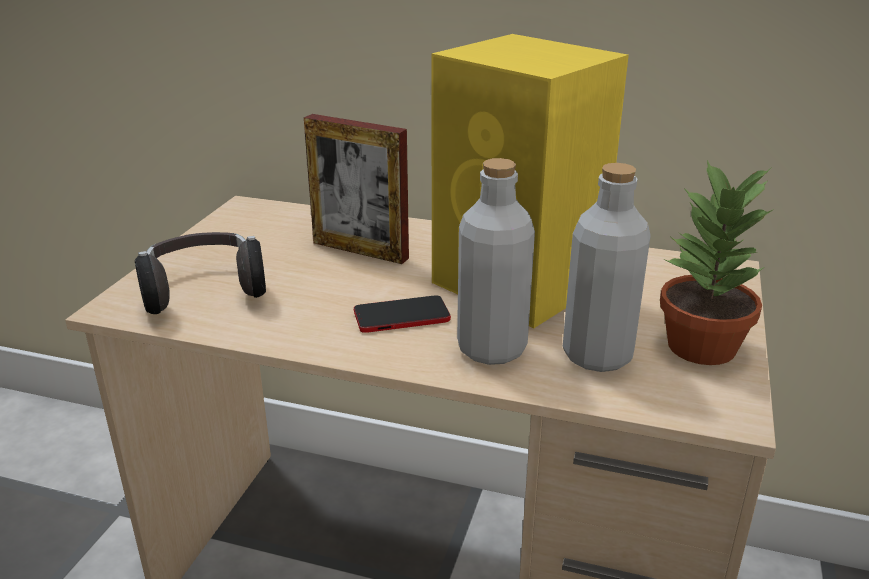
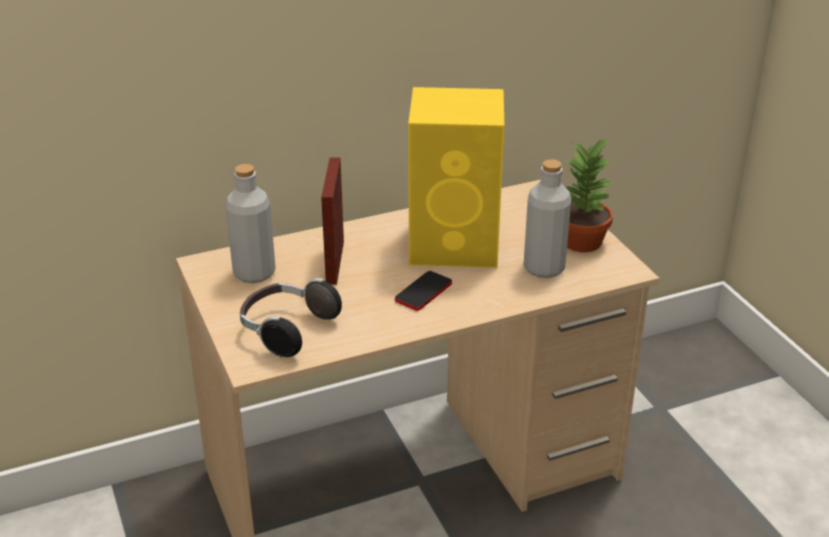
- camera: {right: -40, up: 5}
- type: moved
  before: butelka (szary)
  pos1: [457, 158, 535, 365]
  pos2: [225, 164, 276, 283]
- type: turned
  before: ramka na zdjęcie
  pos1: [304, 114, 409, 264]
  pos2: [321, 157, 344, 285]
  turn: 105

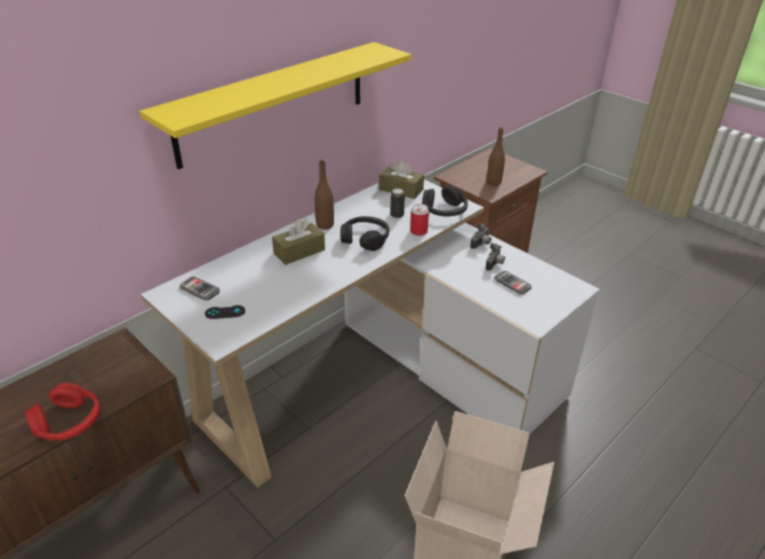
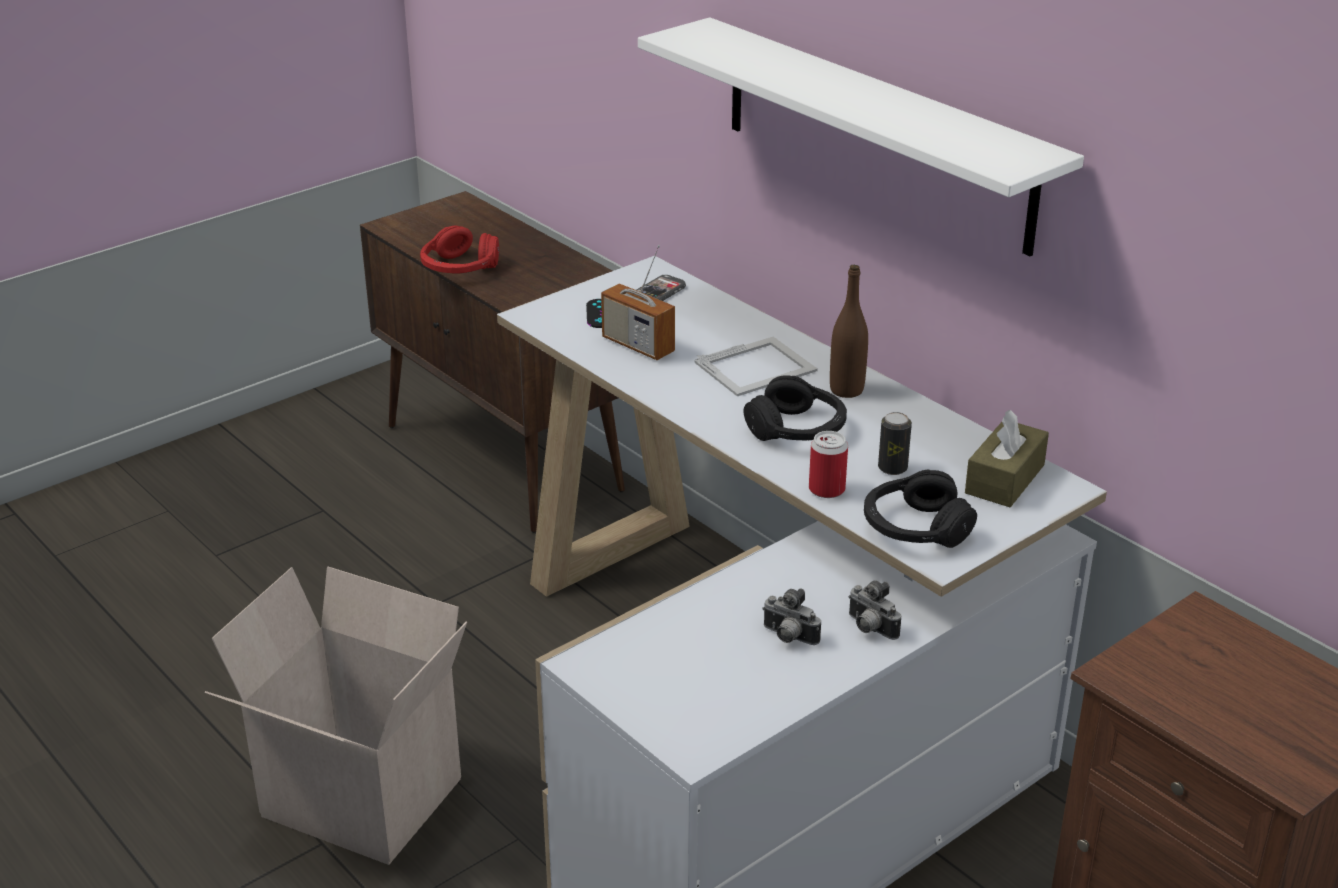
- camera: {right: 95, up: -5}
- type: removed
  before: butelka (brązowy)
  pos1: [487, 127, 505, 186]
- type: removed
  before: telefon
  pos1: [494, 271, 532, 295]
- type: added
  after: radio
  pos2: [601, 245, 675, 360]
- type: replaced
  before: pudełko chusteczek (brązowy)
  after: ramka na zdjęcie
  pos1: [272, 219, 325, 265]
  pos2: [694, 337, 818, 396]
- type: recoloured
  before: półka (żółty)
  after: półka (biały)
  pos1: [139, 42, 411, 169]
  pos2: [638, 17, 1084, 256]

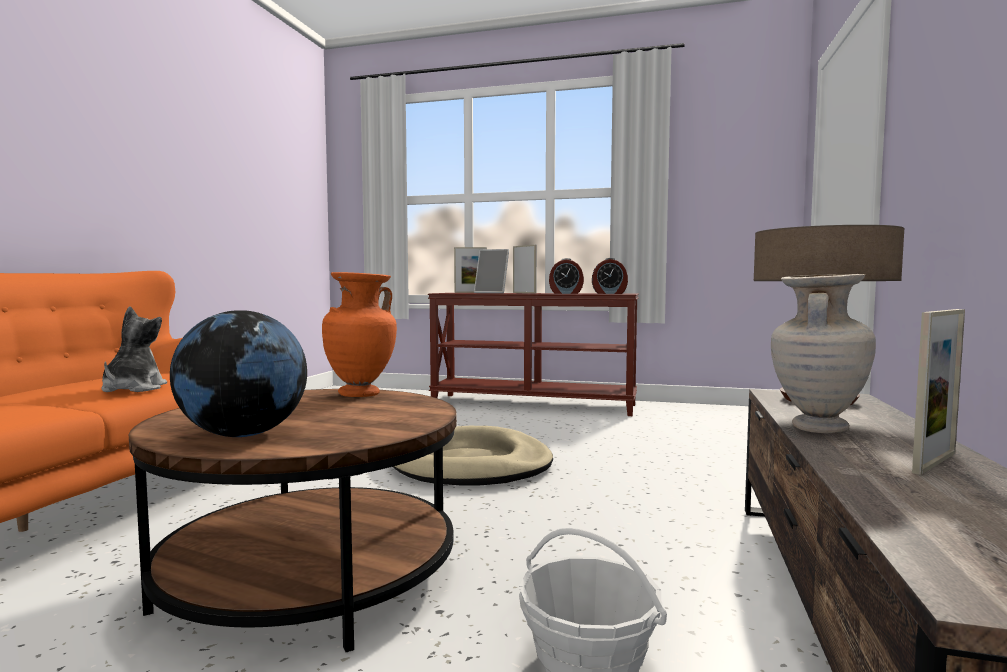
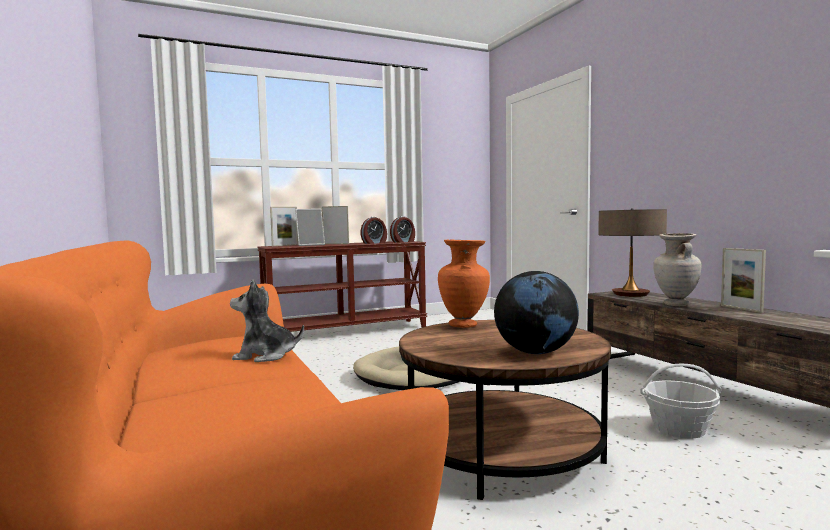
- camera: {right: -40, up: 0}
- type: turned
  before: pluszak
  pos1: [102, 306, 167, 392]
  pos2: [230, 279, 304, 362]
  turn: -45
- type: turned
  before: ramka na zdjęcie
  pos1: [912, 309, 965, 475]
  pos2: [721, 248, 766, 313]
  turn: 150

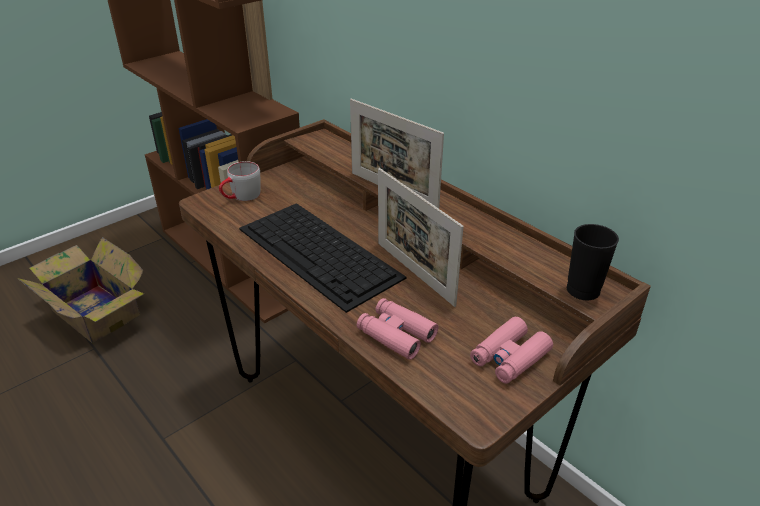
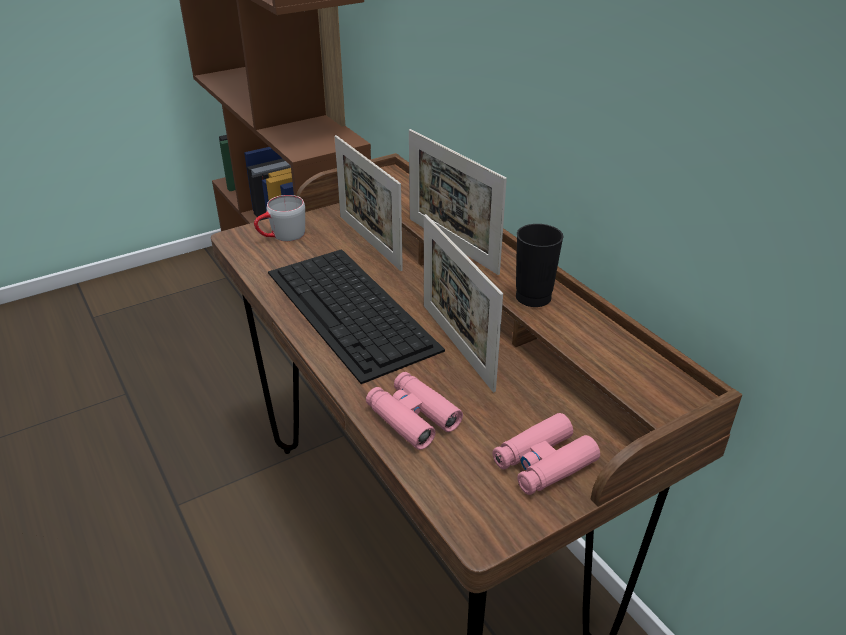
- camera: {right: 10, up: 0}
- type: removed
  before: karton
  pos1: [17, 237, 144, 344]
- type: added
  after: ramka na zdjęcie
  pos2: [335, 135, 403, 271]
- type: moved
  before: filiżanka (czarny)
  pos1: [567, 224, 619, 300]
  pos2: [516, 224, 563, 307]

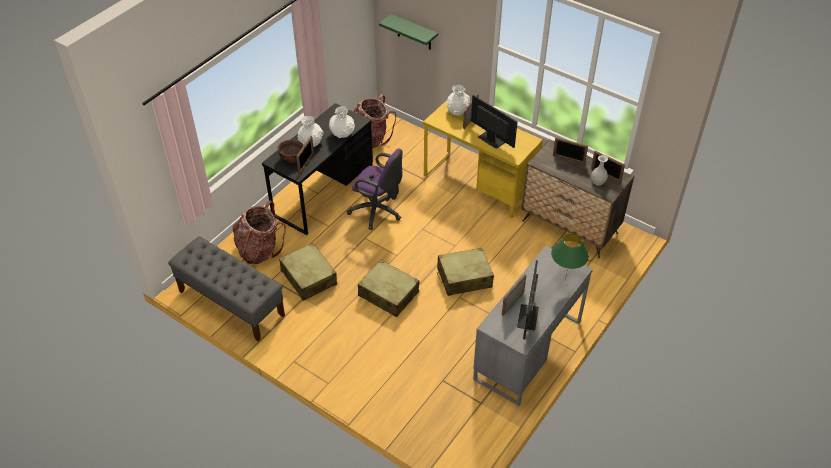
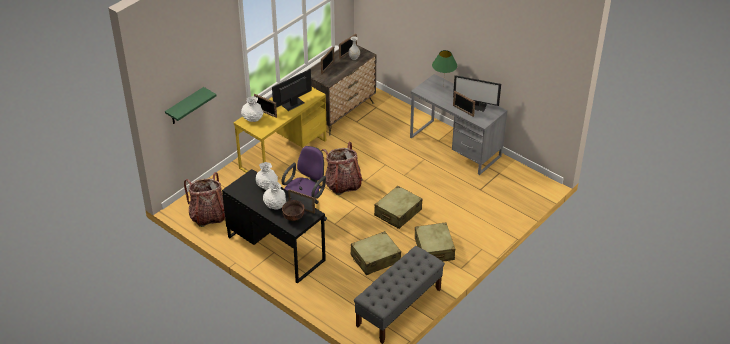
- camera: {right: -85, up: -5}
- type: moved
  before: plecak
  pos1: [232, 200, 286, 264]
  pos2: [321, 142, 363, 195]
- type: moved
  before: walizka (beżowy)
  pos1: [437, 248, 494, 296]
  pos2: [415, 222, 455, 262]

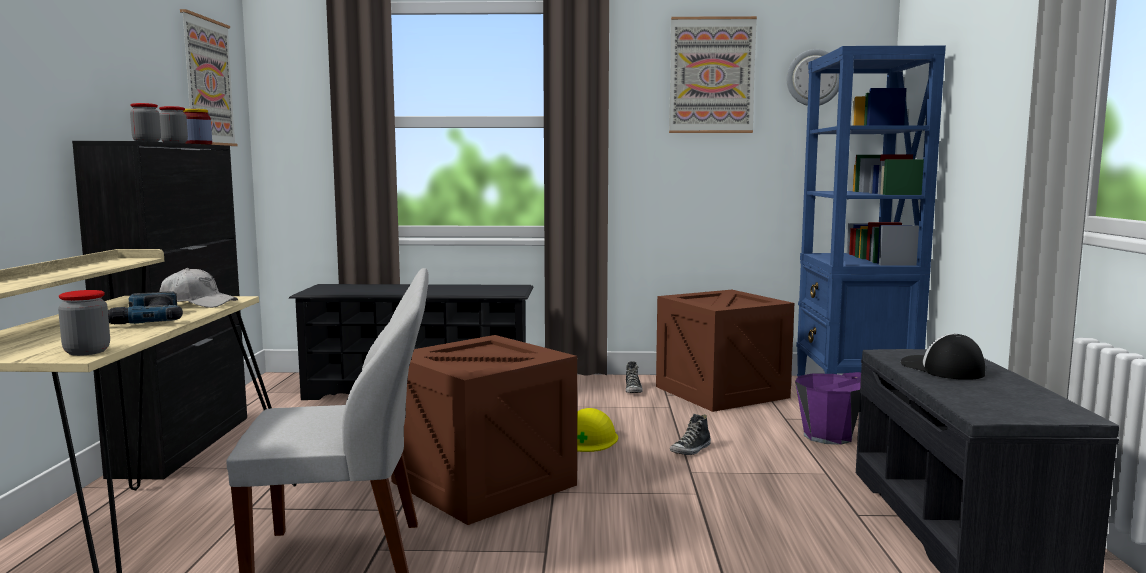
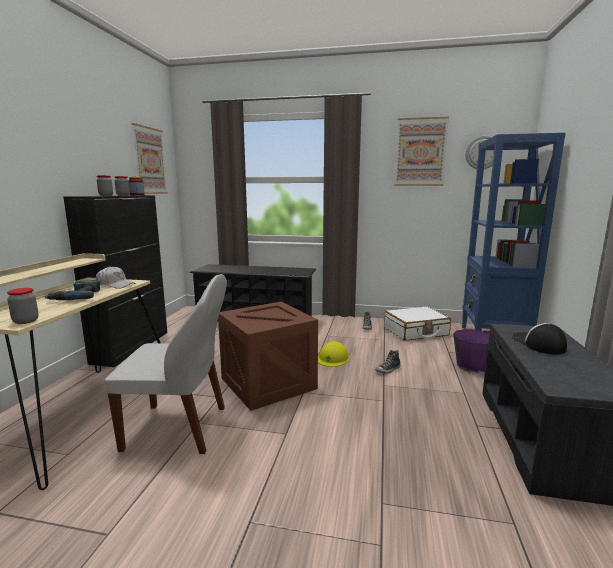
- camera: {right: 10, up: 5}
- type: replaced
  before: skrzynka
  after: walizka (biały)
  pos1: [656, 290, 794, 412]
  pos2: [384, 307, 451, 341]

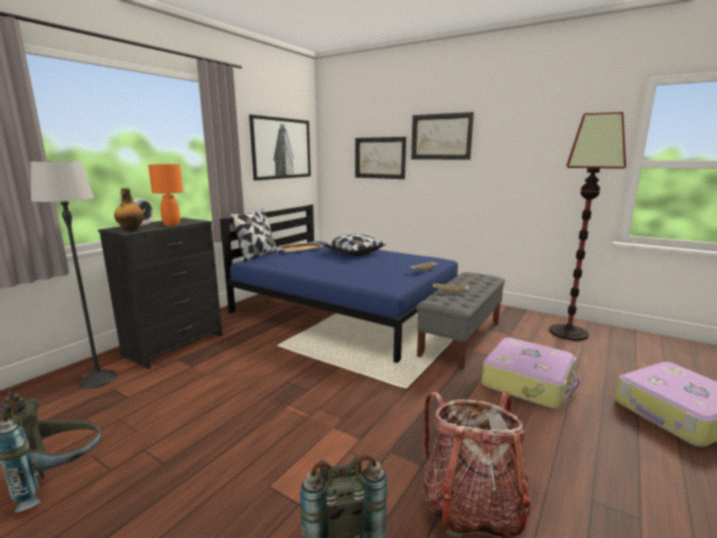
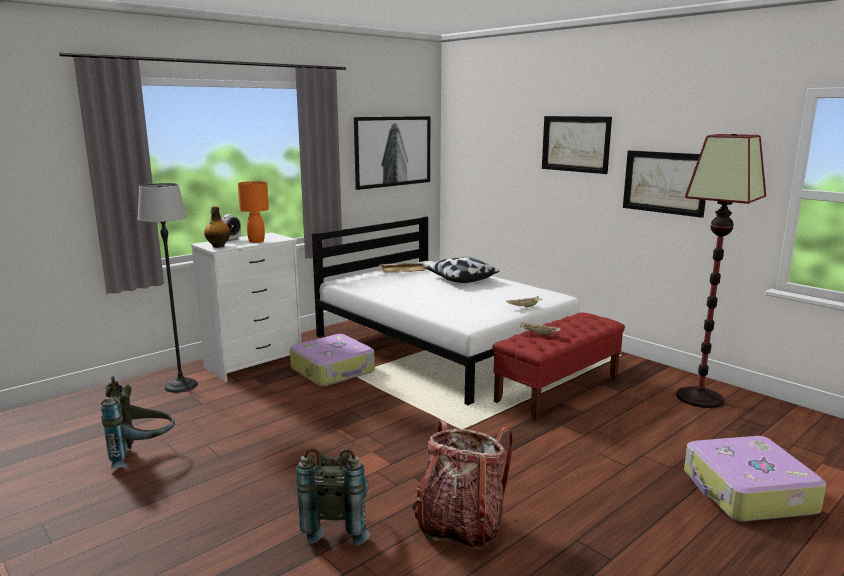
- camera: {right: 15, up: 0}
- type: removed
  before: poduszka
  pos1: [229, 209, 278, 262]
- type: moved
  before: obraz
  pos1: [355, 137, 406, 179]
  pos2: [623, 150, 706, 218]
- type: moved
  before: walizka
  pos1: [482, 338, 580, 409]
  pos2: [290, 334, 375, 387]
- type: recoloured
  before: komoda (czarny)
  after: komoda (biały)
  pos1: [98, 218, 223, 369]
  pos2: [191, 233, 301, 382]
- type: recoloured
  before: łóżko (niebieski)
  after: łóżko (biały)
  pos1: [220, 204, 458, 363]
  pos2: [312, 217, 580, 405]
- type: recoloured
  before: ławka (szary)
  after: ławka (czerwony)
  pos1: [416, 272, 505, 370]
  pos2: [492, 313, 625, 420]

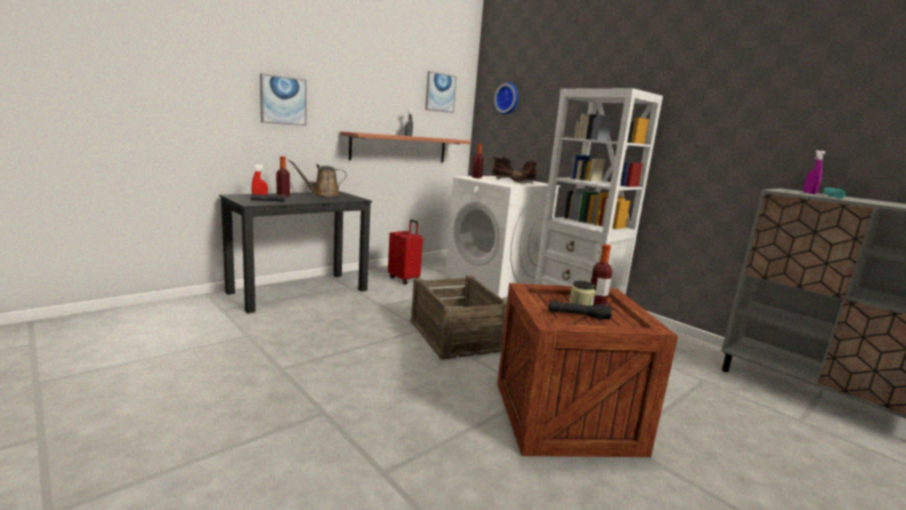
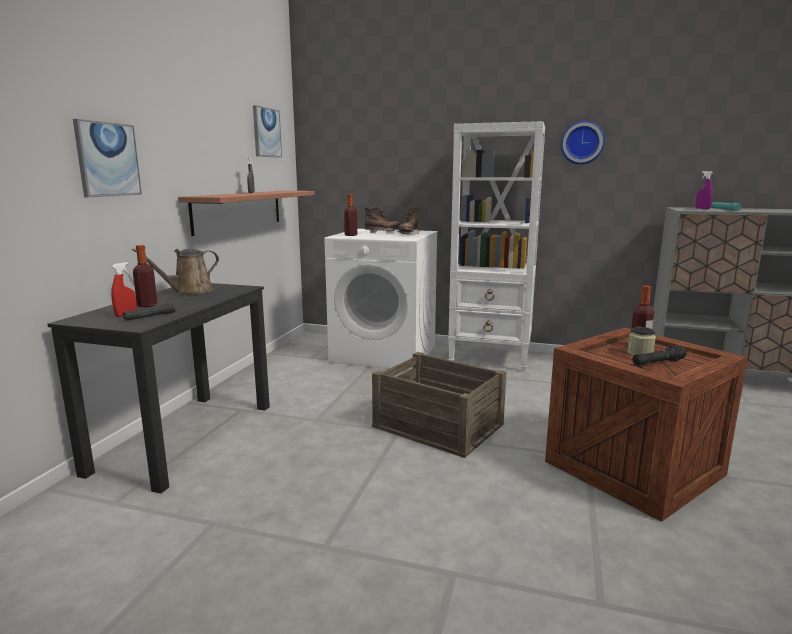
- camera: {right: -30, up: 0}
- type: removed
  before: walizka (czerwony)
  pos1: [388, 219, 423, 285]
- type: moved
  before: zegar ścienny
  pos1: [494, 82, 518, 115]
  pos2: [561, 121, 605, 165]

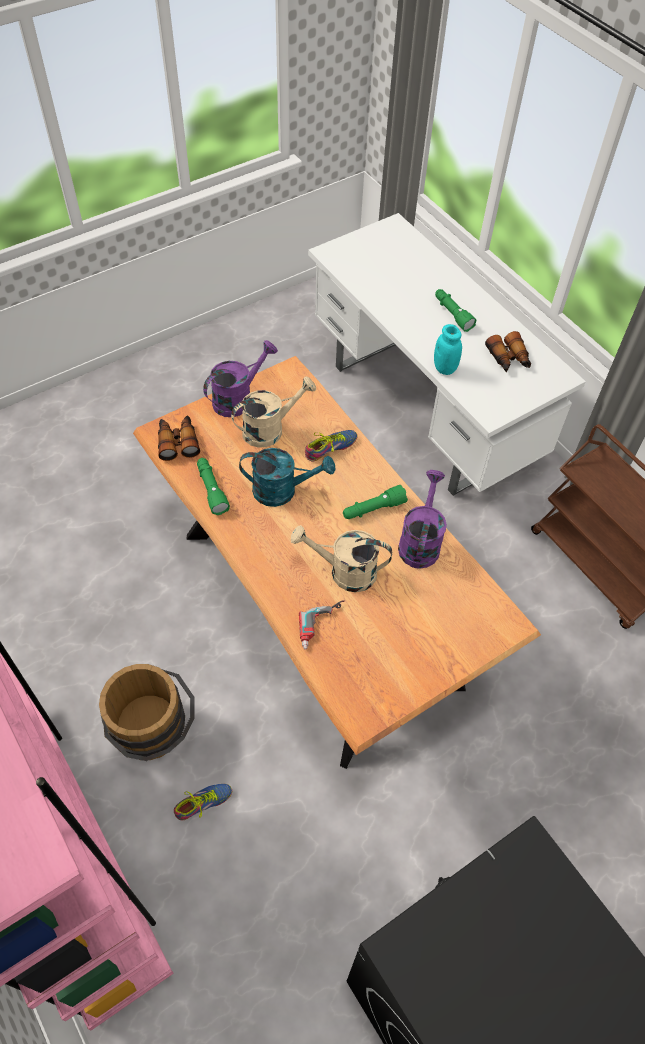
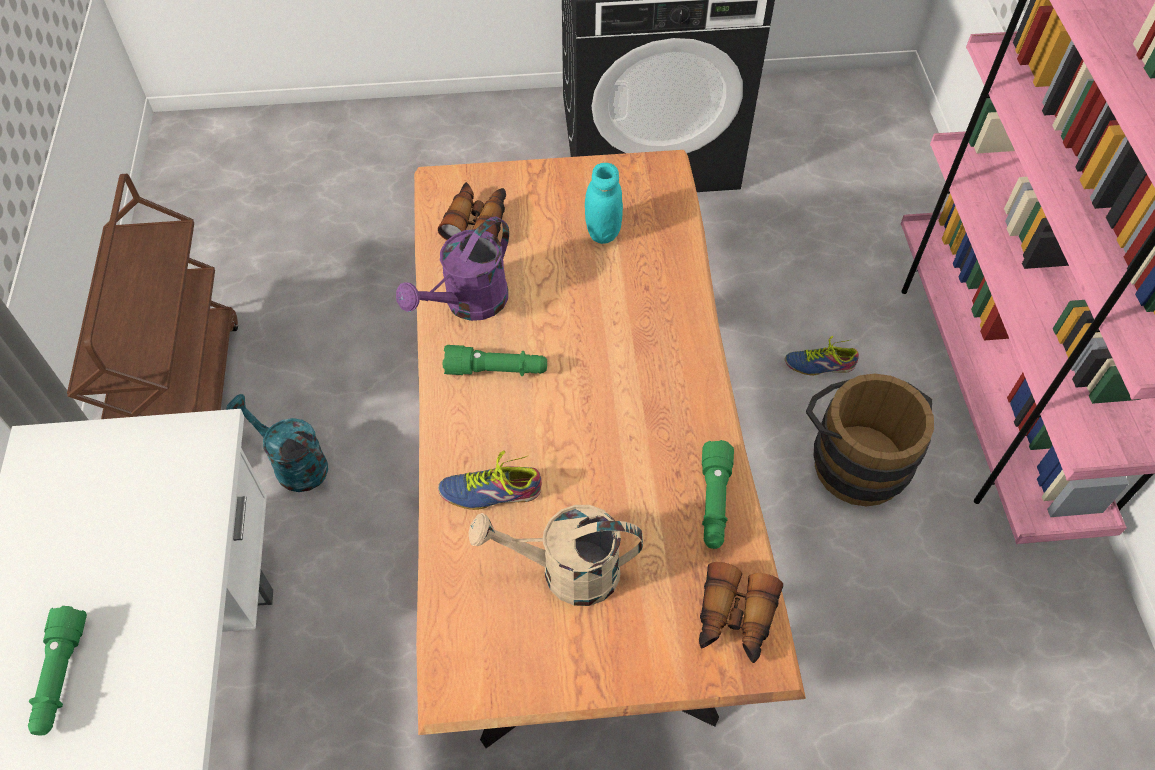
- camera: {right: -150, up: 0}
- type: removed
  before: konewka (fioletowy)
  pos1: [203, 340, 278, 417]
- type: removed
  before: konewka (beżowy)
  pos1: [291, 525, 392, 592]
- type: removed
  before: wiertarka
  pos1: [299, 601, 345, 650]
- type: moved
  before: konewka (turkusowy)
  pos1: [239, 448, 335, 507]
  pos2: [226, 394, 328, 492]
- type: moved
  before: słoik (turkusowy)
  pos1: [434, 324, 462, 375]
  pos2: [585, 163, 623, 244]
- type: moved
  before: lornetka
  pos1: [485, 331, 531, 372]
  pos2: [438, 182, 506, 240]

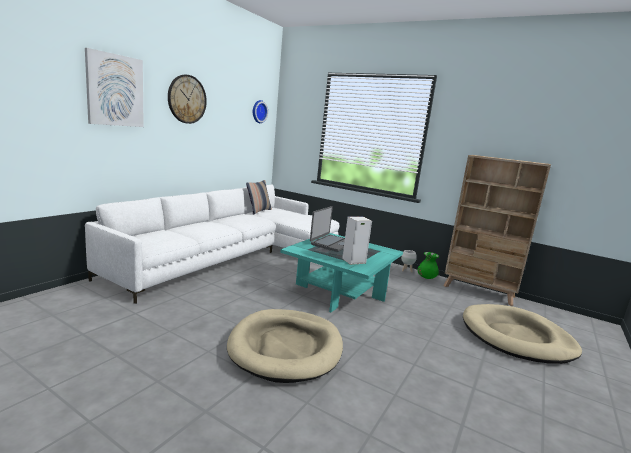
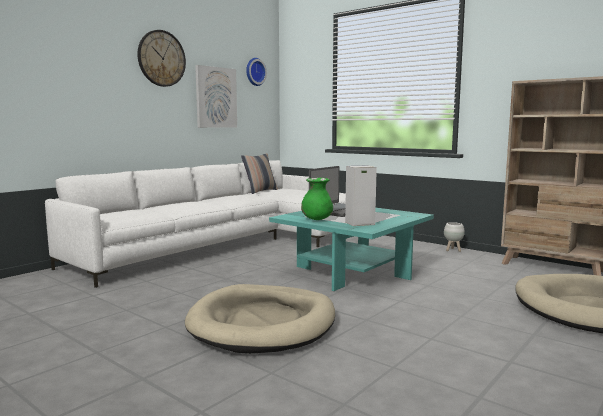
- camera: {right: 10, up: -5}
- type: moved
  before: obraz
  pos1: [85, 48, 144, 127]
  pos2: [195, 65, 237, 128]
- type: moved
  before: wazon (zielony)
  pos1: [418, 252, 439, 279]
  pos2: [301, 178, 333, 220]

